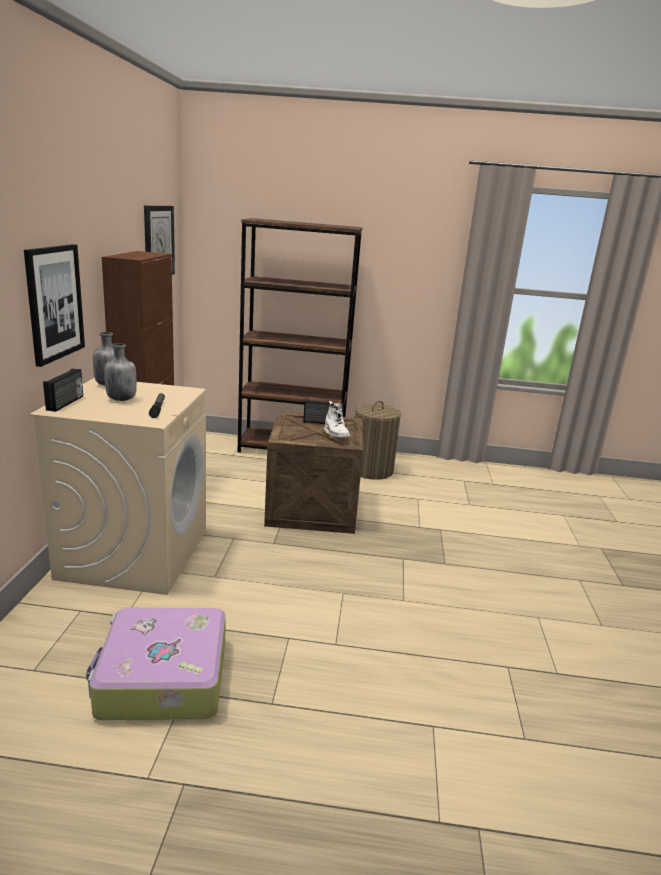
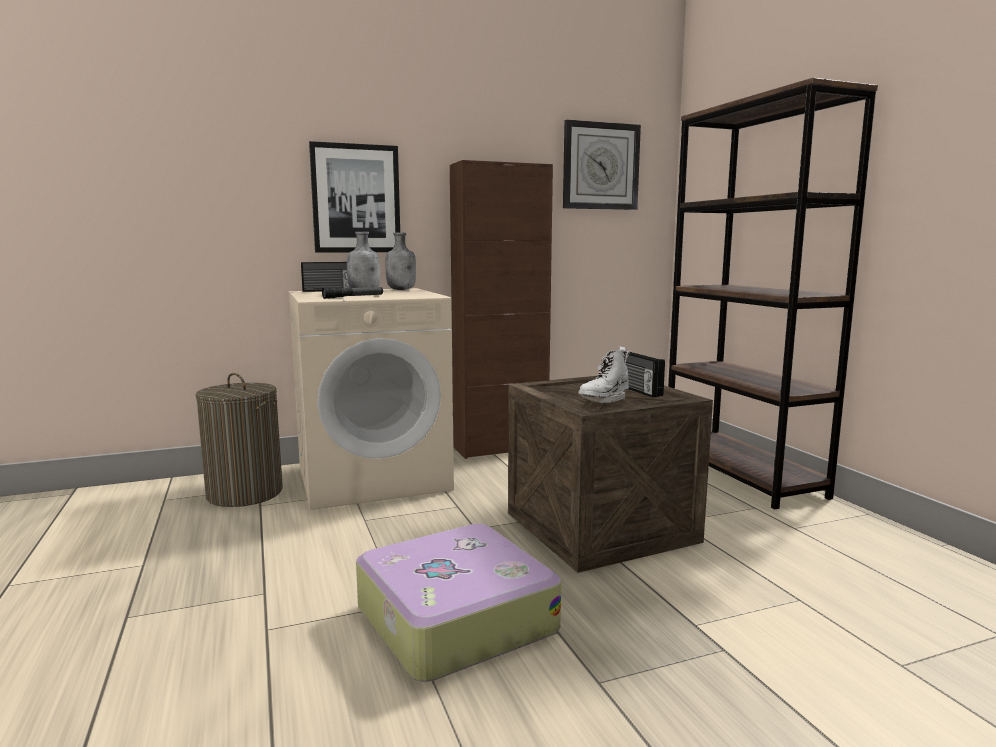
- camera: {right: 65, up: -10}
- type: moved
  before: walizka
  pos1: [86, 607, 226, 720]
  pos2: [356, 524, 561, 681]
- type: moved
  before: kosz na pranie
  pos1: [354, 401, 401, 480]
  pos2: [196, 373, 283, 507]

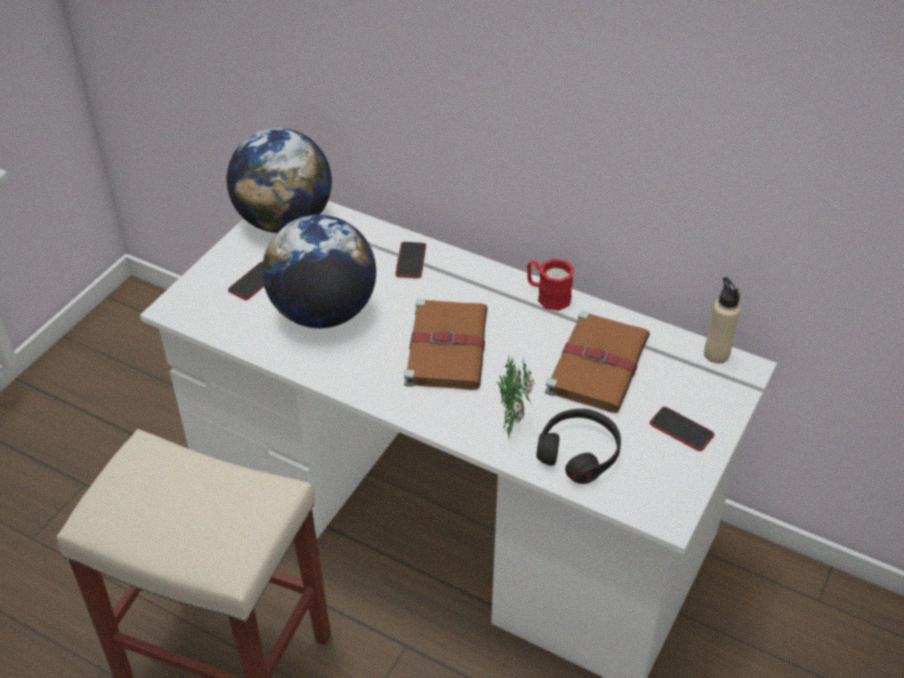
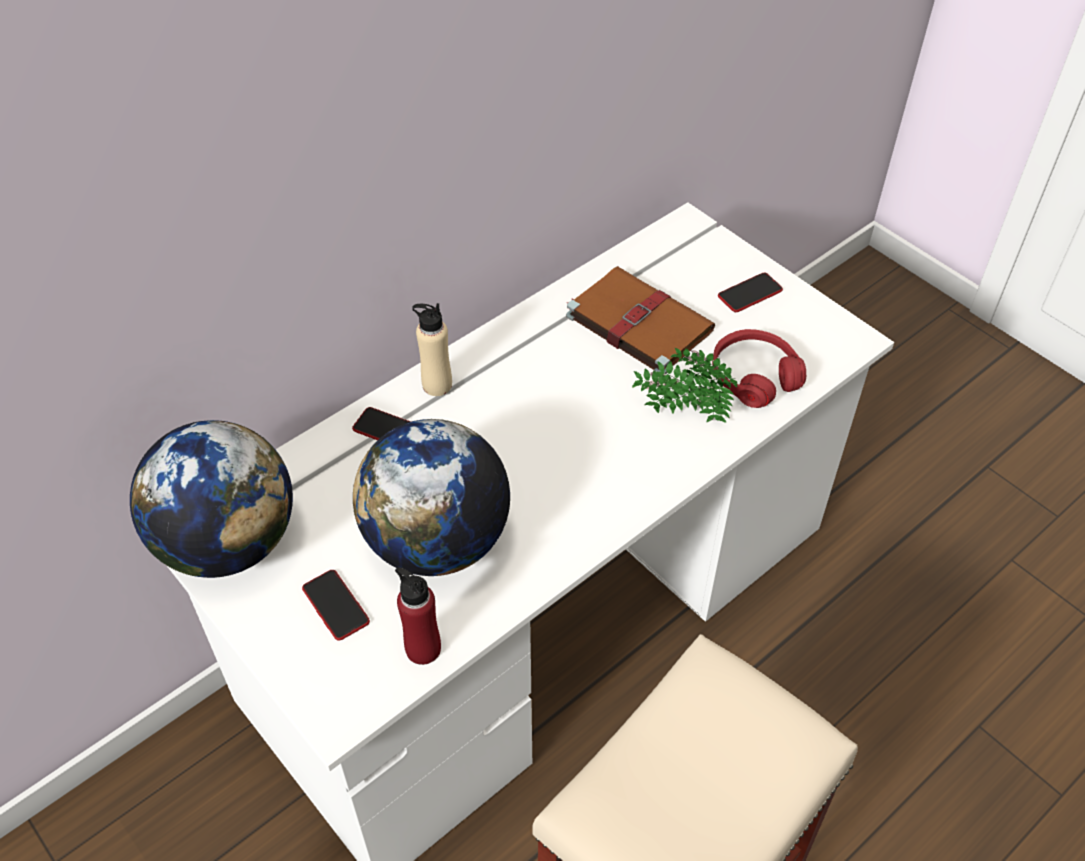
- camera: {right: -70, up: 5}
- type: removed
  before: książka (brązowy)
  pos1: [404, 299, 488, 390]
- type: removed
  before: kubek (czerwony)
  pos1: [527, 259, 574, 311]
- type: added
  after: butelka (czerwony)
  pos2: [395, 567, 441, 665]
- type: moved
  before: butelka (beżowy)
  pos1: [704, 277, 741, 364]
  pos2: [412, 303, 452, 396]
- type: recoloured
  before: słuchawki (czarny)
  after: słuchawki (czerwony)
  pos1: [536, 409, 621, 484]
  pos2: [712, 329, 806, 408]

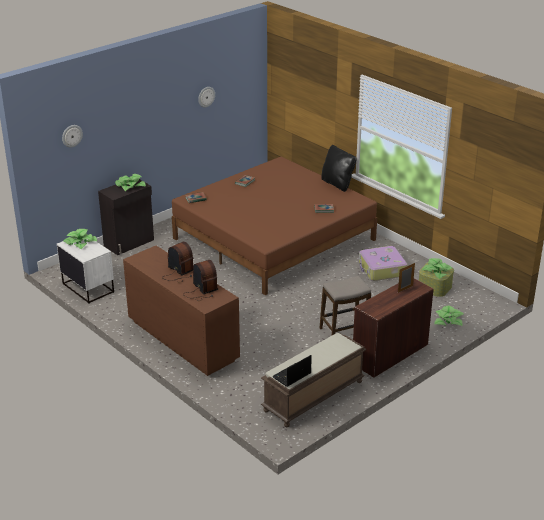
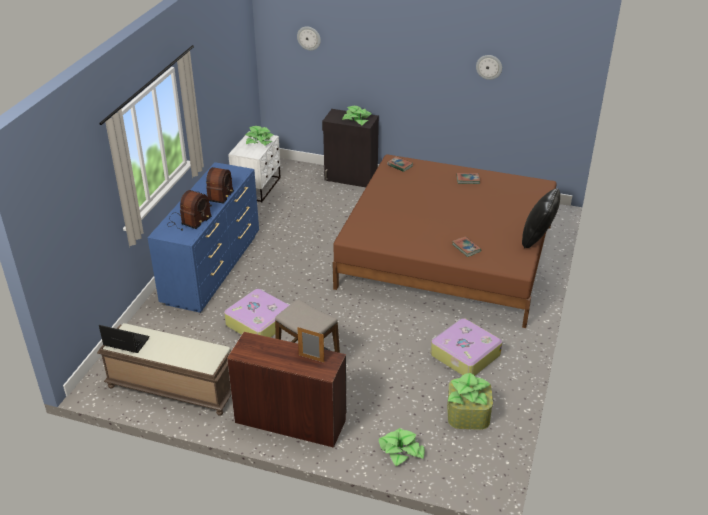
- camera: {right: 60, up: 5}
- type: added
  after: walizka
  pos2: [224, 289, 290, 337]
- type: recoloured
  before: komoda (brązowy)
  after: komoda (niebieski)
  pos1: [123, 246, 240, 376]
  pos2: [148, 162, 259, 313]

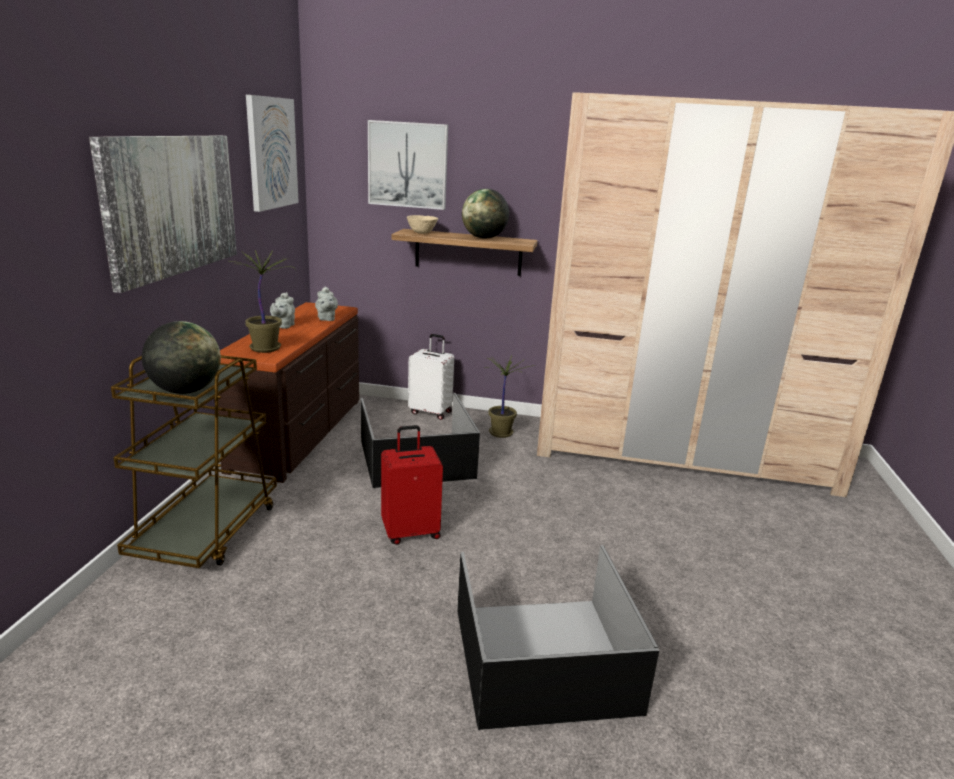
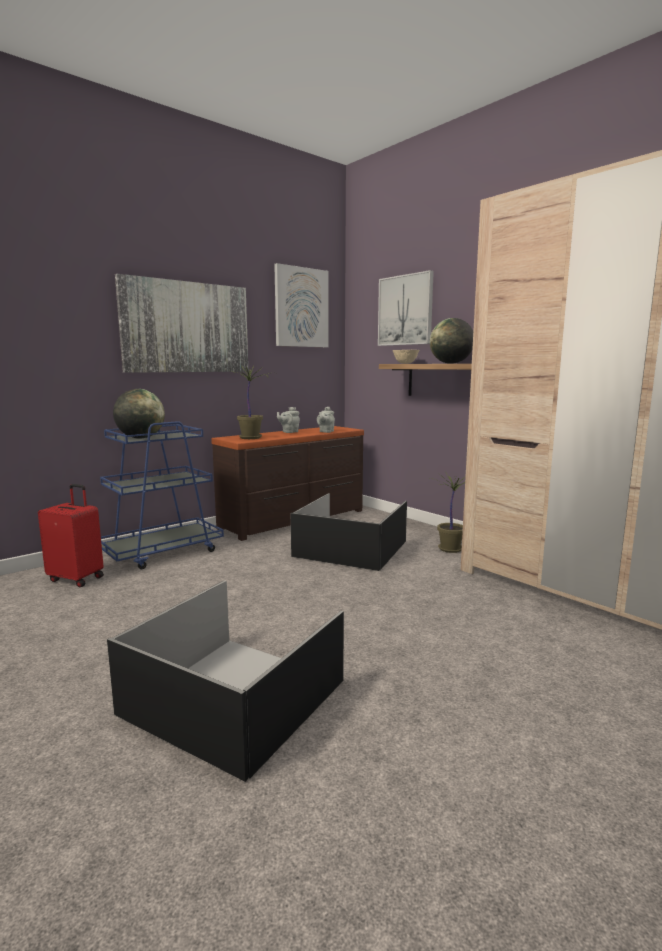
- camera: {right: 40, up: -10}
- type: removed
  before: walizka (biały)
  pos1: [408, 334, 454, 420]
- type: moved
  before: walizka (czerwony)
  pos1: [381, 425, 443, 545]
  pos2: [38, 484, 104, 587]
- type: recoloured
  before: wózek (brązowy)
  after: wózek (niebieski)
  pos1: [111, 355, 277, 568]
  pos2: [100, 421, 224, 569]

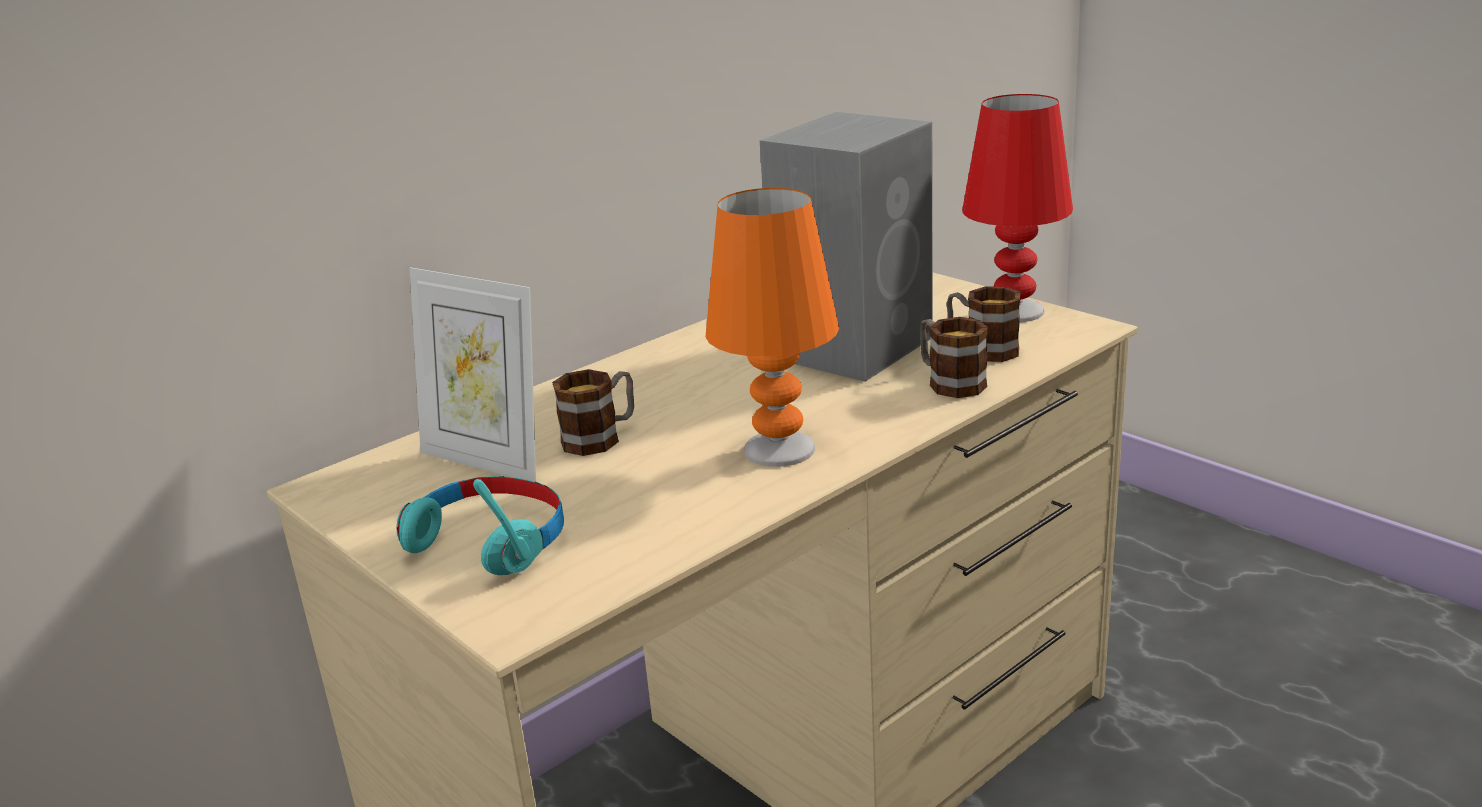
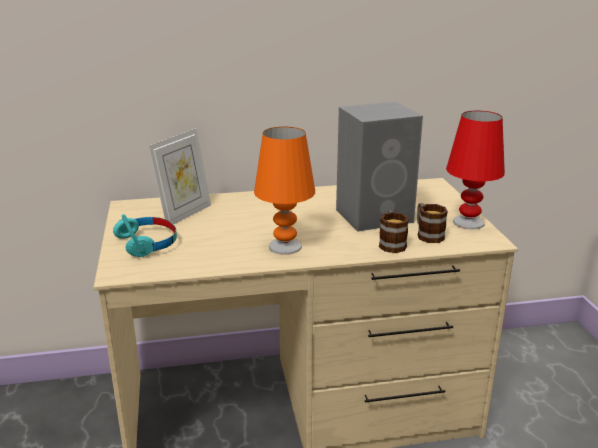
- camera: {right: 30, up: 0}
- type: removed
  before: kubek
  pos1: [552, 369, 634, 456]
- type: turned
  before: ramka na zdjęcie
  pos1: [410, 268, 536, 482]
  pos2: [148, 128, 211, 228]
  turn: -120

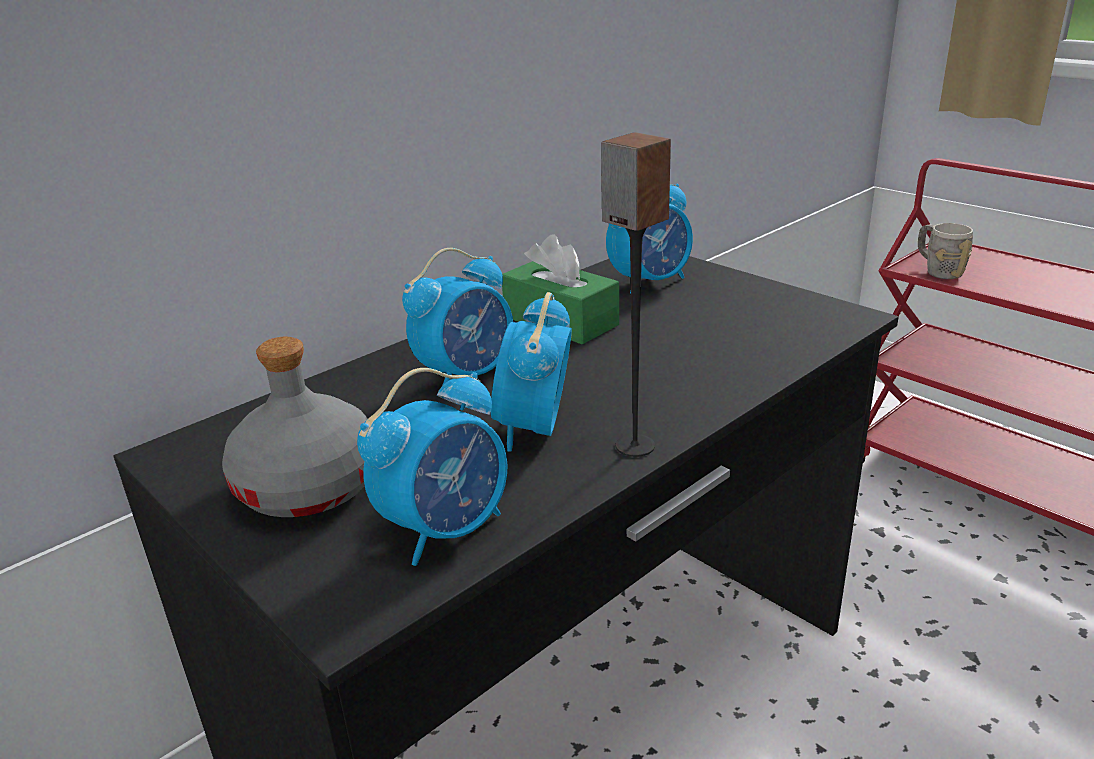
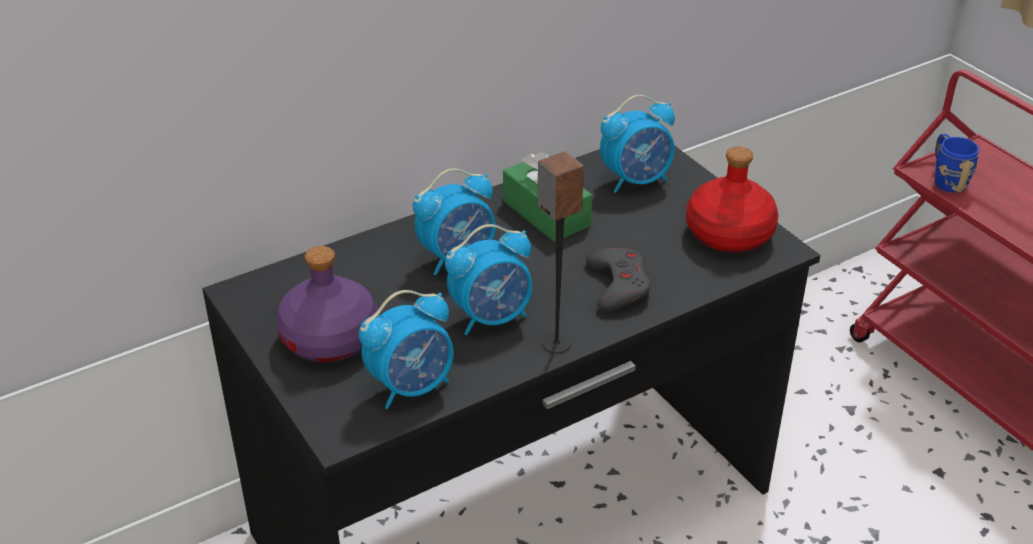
- camera: {right: 10, up: 10}
- type: added
  after: pad do gier (szary)
  pos2: [586, 247, 651, 313]
- type: added
  after: butelka (czerwony)
  pos2: [686, 146, 779, 252]
- type: recoloured
  before: butelka (szary)
  after: butelka (fioletowy)
  pos1: [222, 337, 367, 517]
  pos2: [276, 246, 378, 362]
- type: recoloured
  before: kubek (szary)
  after: kubek (niebieski)
  pos1: [918, 223, 973, 279]
  pos2: [935, 134, 979, 193]
- type: turned
  before: budzik
  pos1: [491, 292, 572, 452]
  pos2: [445, 224, 532, 335]
  turn: -135

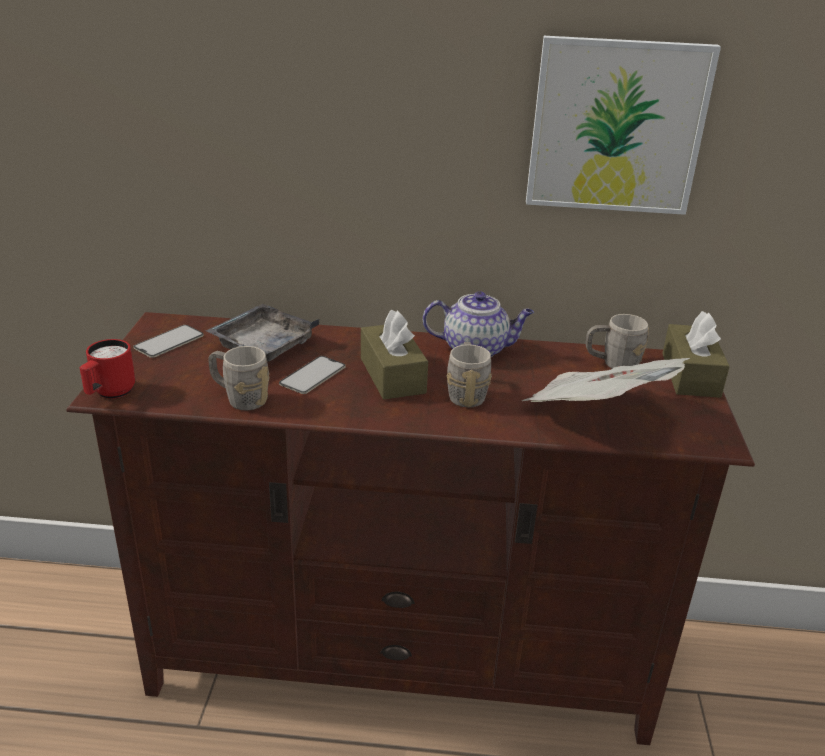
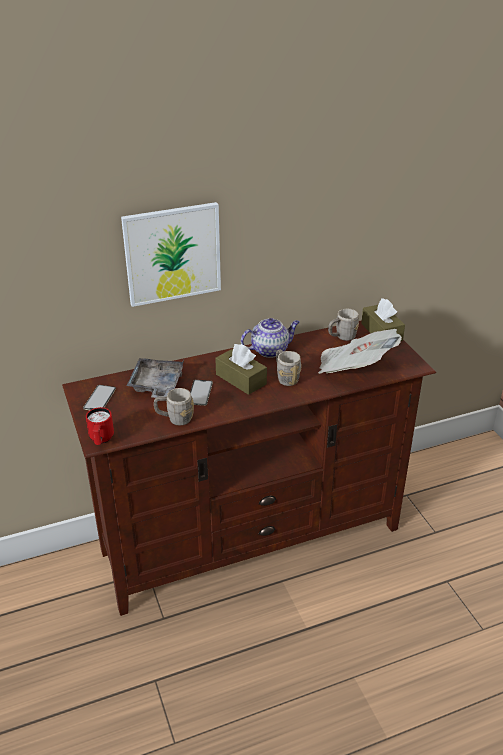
- camera: {right: -25, up: 5}
- type: moved
  before: obraz
  pos1: [526, 36, 721, 215]
  pos2: [121, 202, 221, 307]

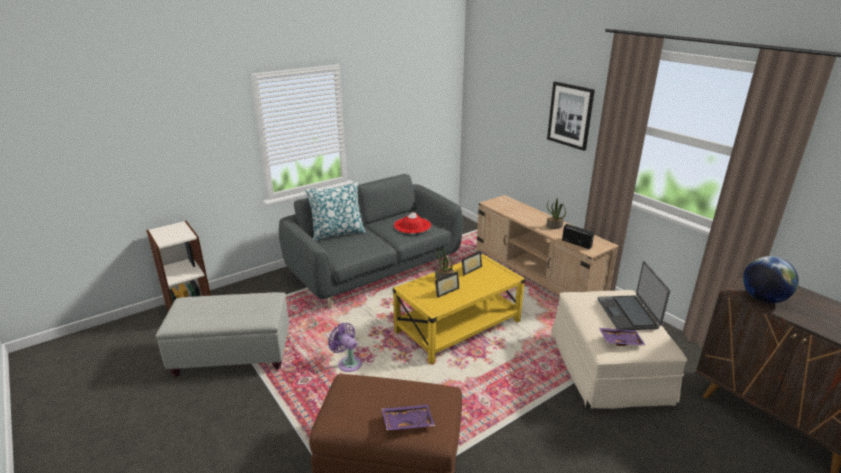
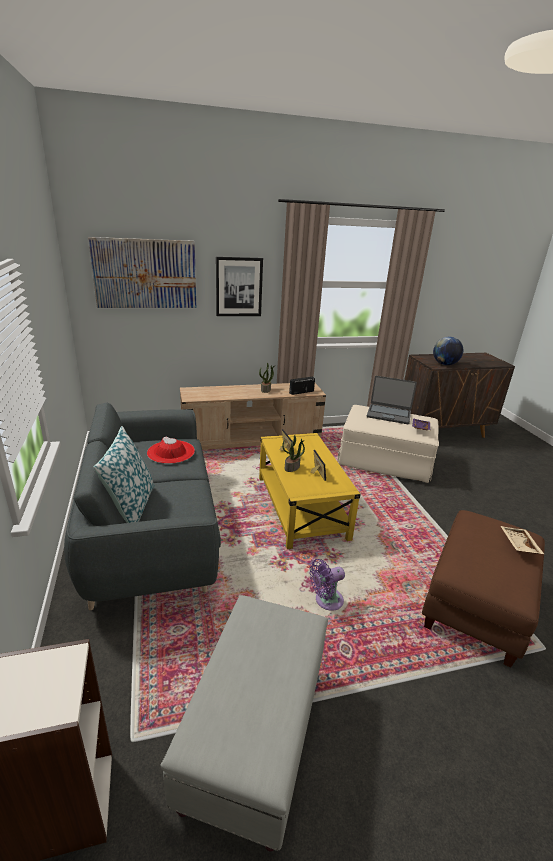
- camera: {right: -70, up: 0}
- type: added
  after: obraz
  pos2: [88, 237, 196, 308]
- type: recoloured
  before: taca (fioletowy)
  after: taca (beżowy)
  pos1: [381, 404, 435, 430]
  pos2: [501, 526, 544, 554]

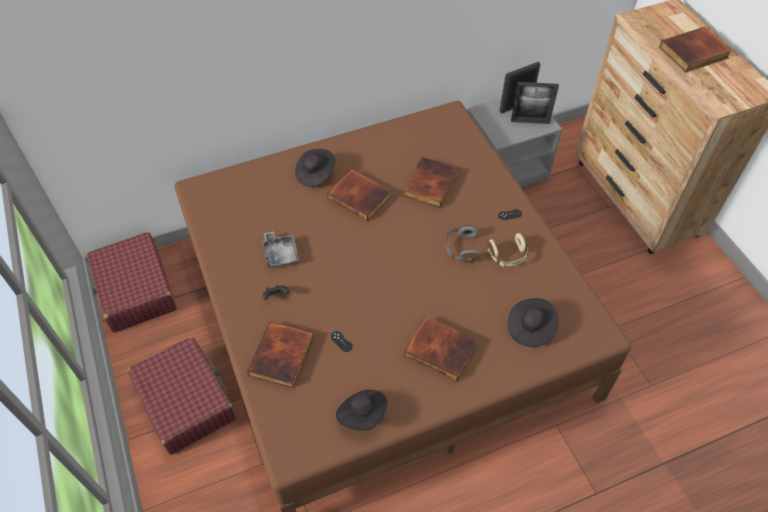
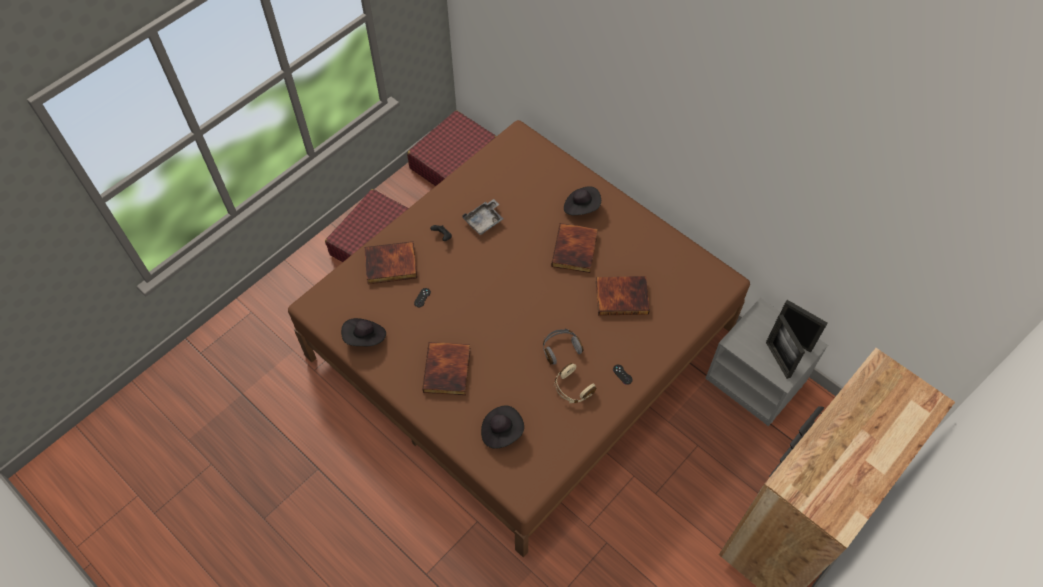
- camera: {right: 65, up: 5}
- type: removed
  before: książka
  pos1: [659, 27, 732, 72]

